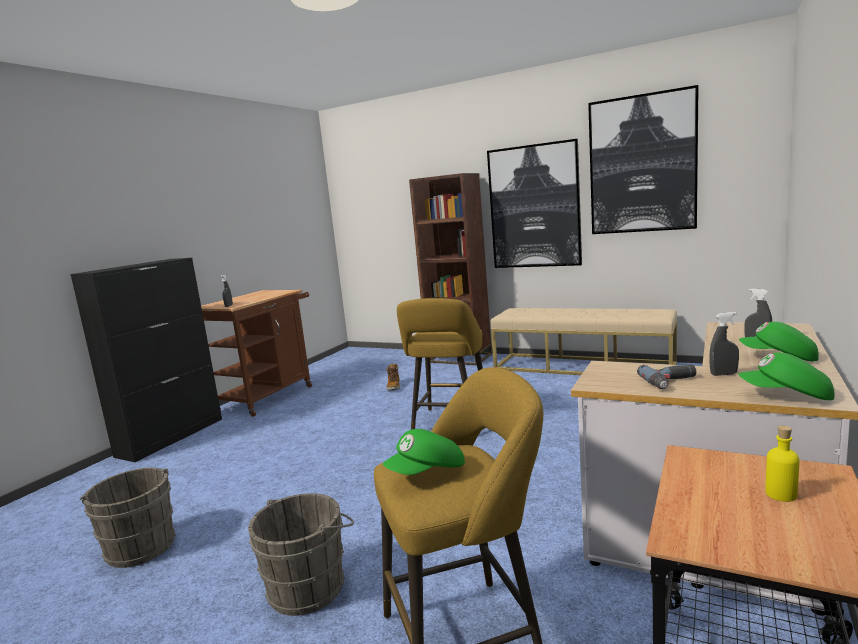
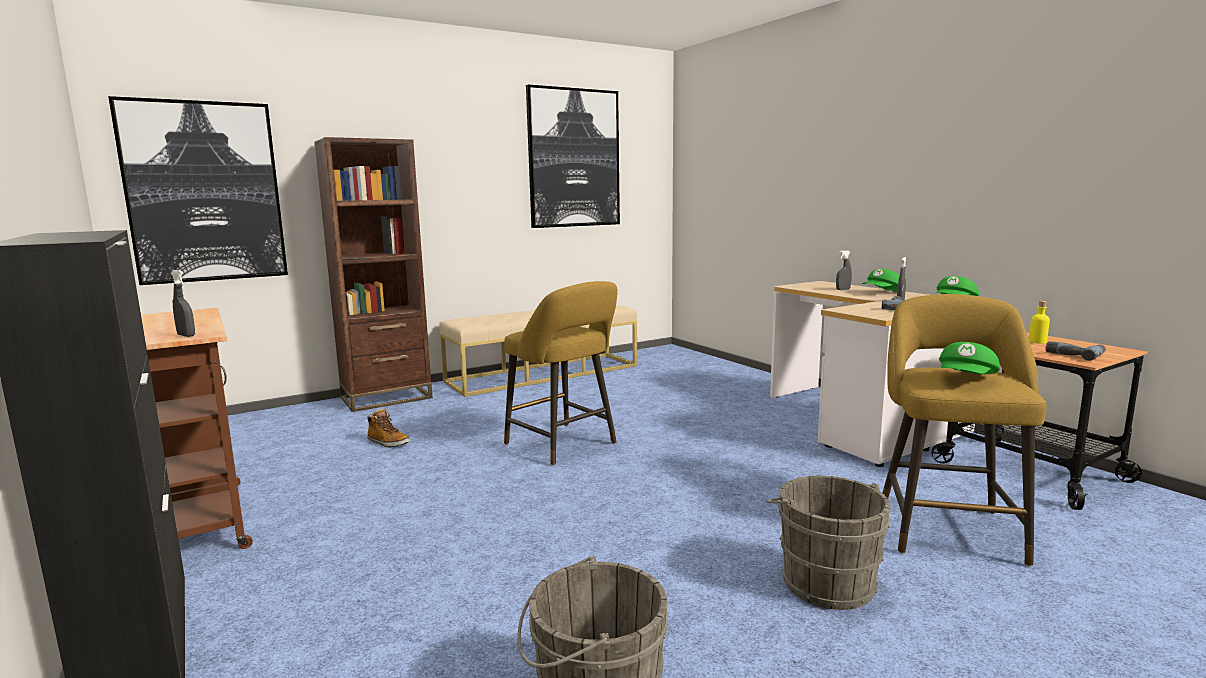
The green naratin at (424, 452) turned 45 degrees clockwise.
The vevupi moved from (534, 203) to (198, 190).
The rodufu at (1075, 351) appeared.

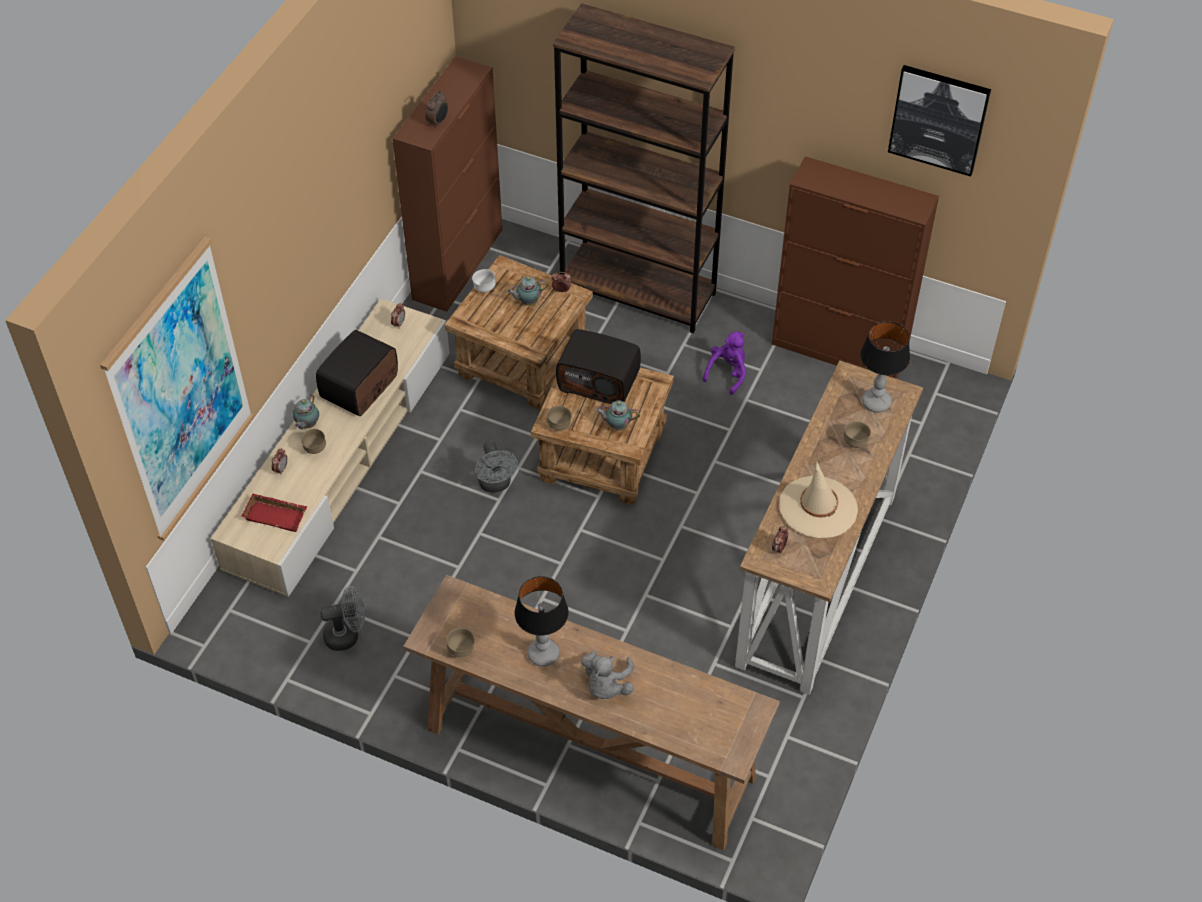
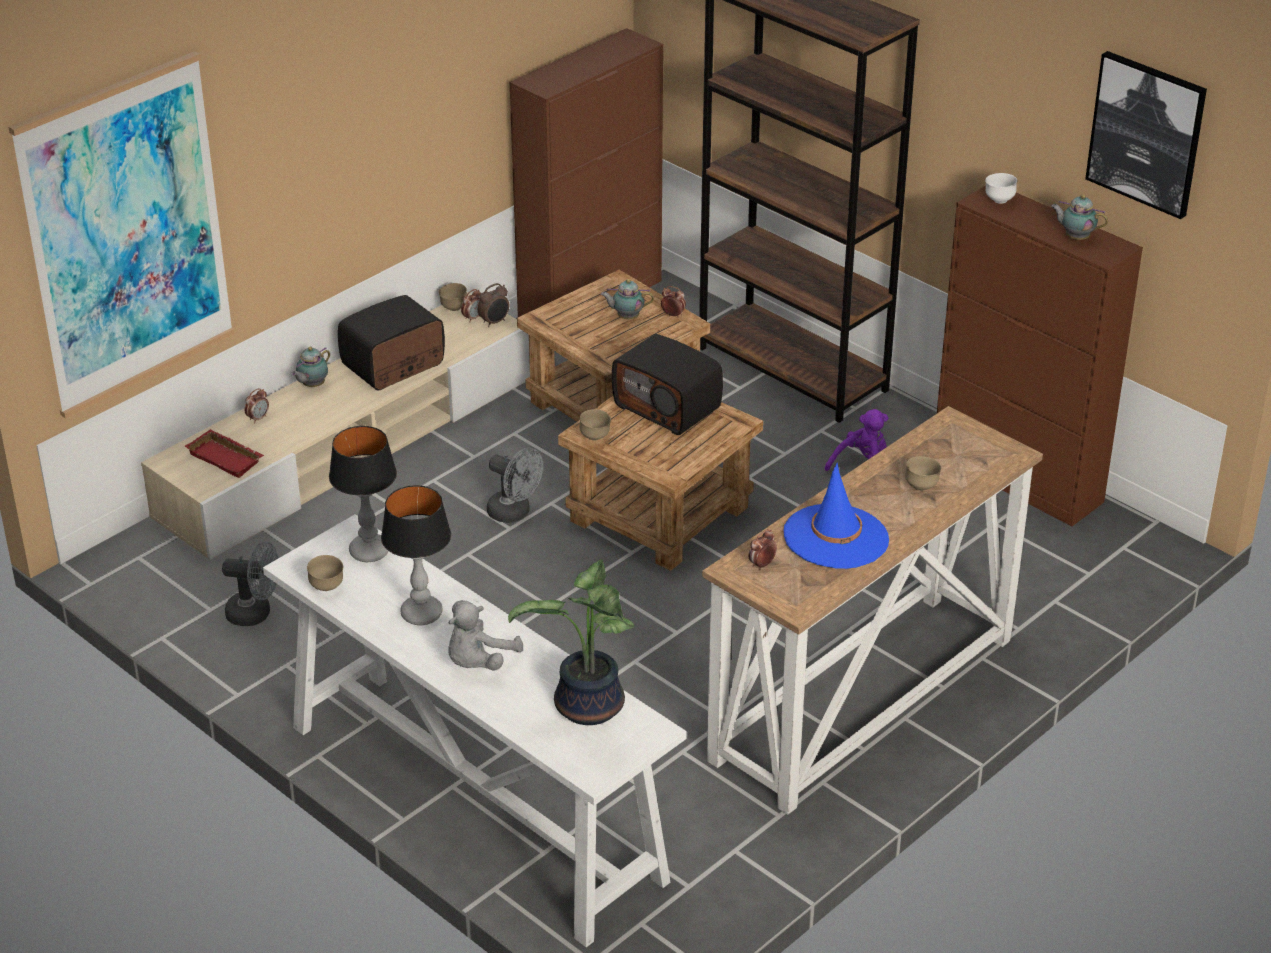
The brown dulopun moved from (313, 441) to (453, 297).
The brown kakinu at (591, 712) became the white kakinu at (475, 730).
The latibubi moved from (436, 109) to (493, 305).
The white dulopun moved from (484, 280) to (1001, 188).
The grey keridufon at (496, 467) turned 60 degrees counterclockwise.
The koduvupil moved from (618, 415) to (1079, 217).
The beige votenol at (818, 500) became the blue votenol at (836, 516).
The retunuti moved from (885, 367) to (363, 494).
The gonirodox at (571, 642) appeared.

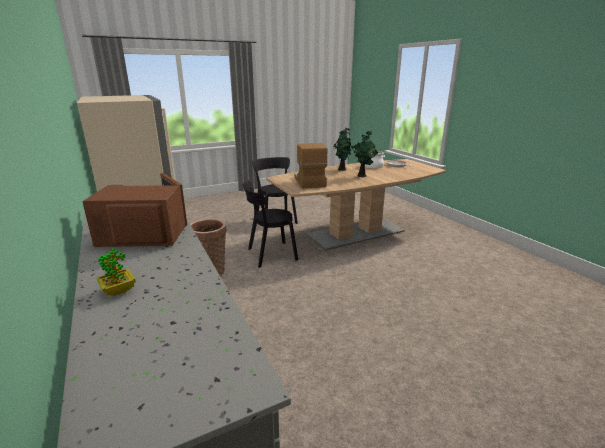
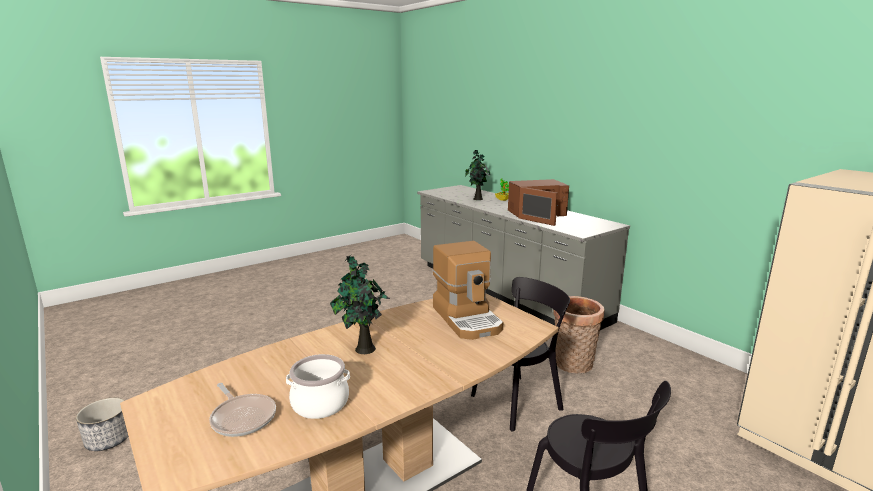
The gonirodox moved from (344, 149) to (477, 174).
The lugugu at (102, 424) appeared.

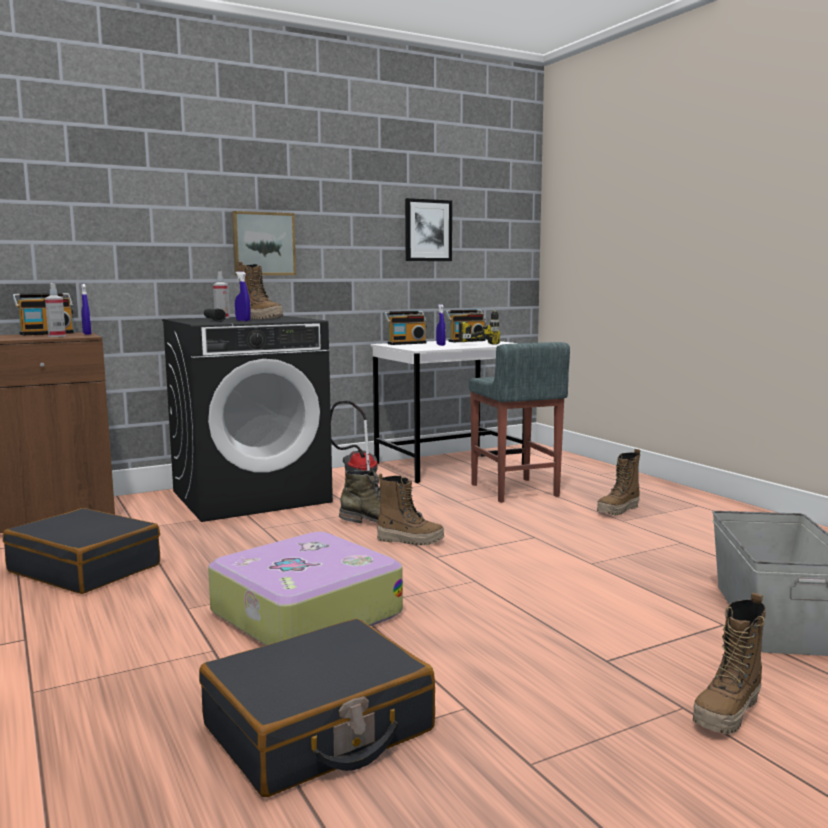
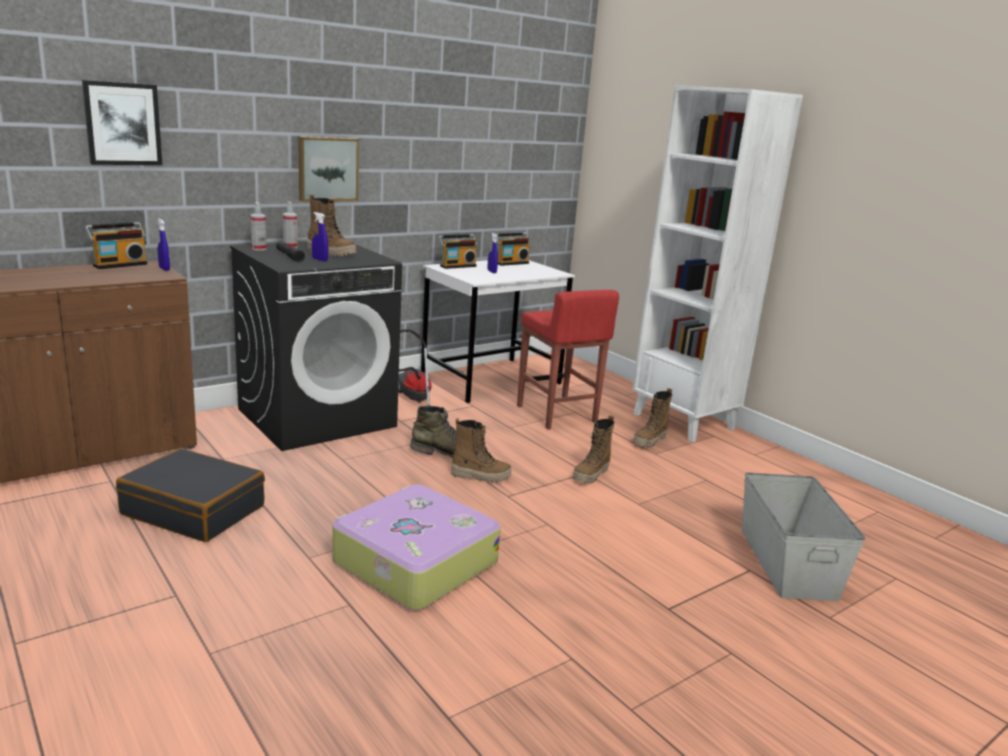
The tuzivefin moved from (55, 310) to (258, 226).
The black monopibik at (317, 708) disappeared.
The vevupi moved from (428, 229) to (122, 122).
The rodufu at (479, 326) disappeared.
The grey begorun at (519, 422) became the red begorun at (568, 360).
The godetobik moved from (729, 663) to (593, 449).
The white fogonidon at (718, 263) appeared.

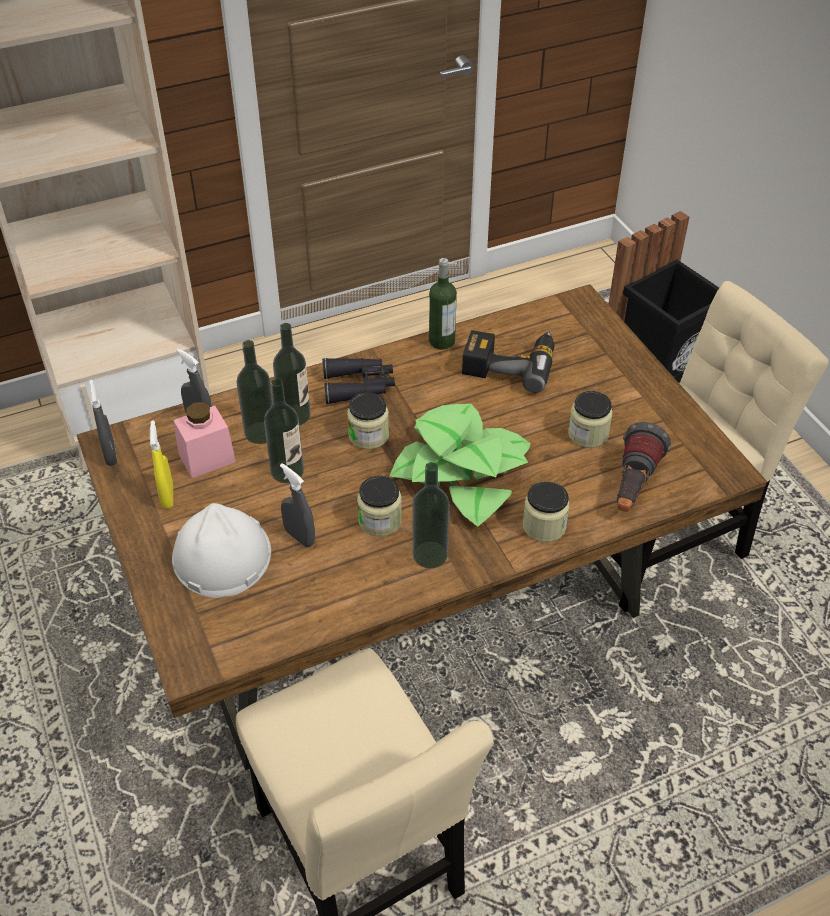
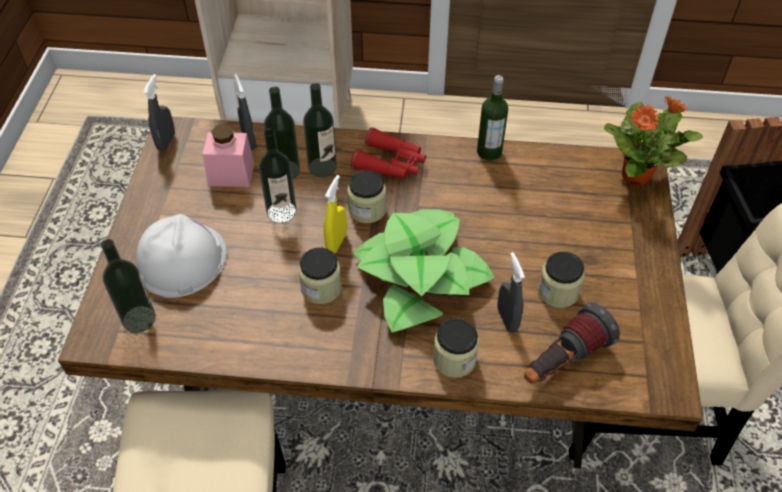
The yellow tuzivefin moved from (161, 464) to (335, 214).
The grey tuzivefin moved from (297, 505) to (511, 292).
The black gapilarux at (358, 381) became the red gapilarux at (388, 153).
The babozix moved from (431, 515) to (128, 286).
The rodufu at (508, 361) disappeared.
The gonirodox at (653, 140) appeared.

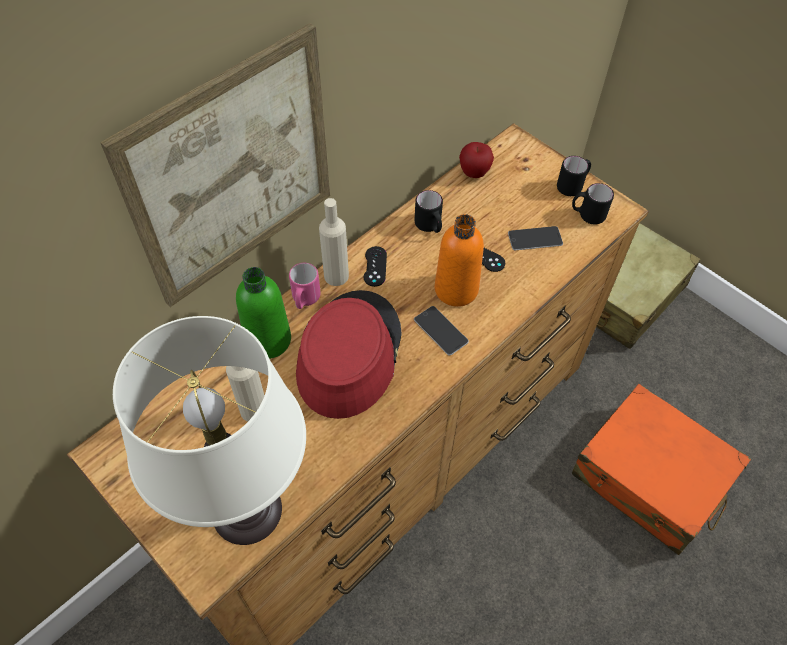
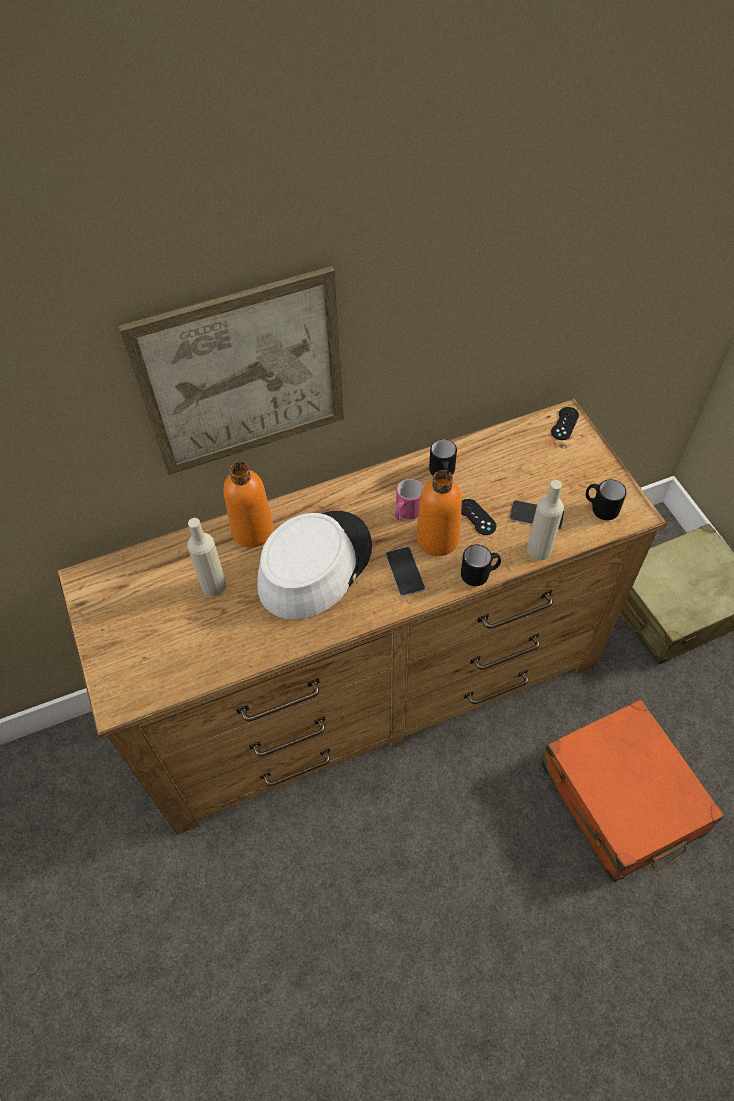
The white retunuti at (209, 430) disappeared.
The green babozix at (263, 313) became the orange babozix at (248, 504).
The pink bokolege moved from (305, 286) to (409, 499).
The red votenol at (349, 354) became the white votenol at (314, 565).
The beige babozix moved from (334, 242) to (545, 520).
The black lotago moved from (375, 266) to (565, 423).
The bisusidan at (476, 160) disappeared.
The black bokolege moved from (574, 176) to (481, 565).

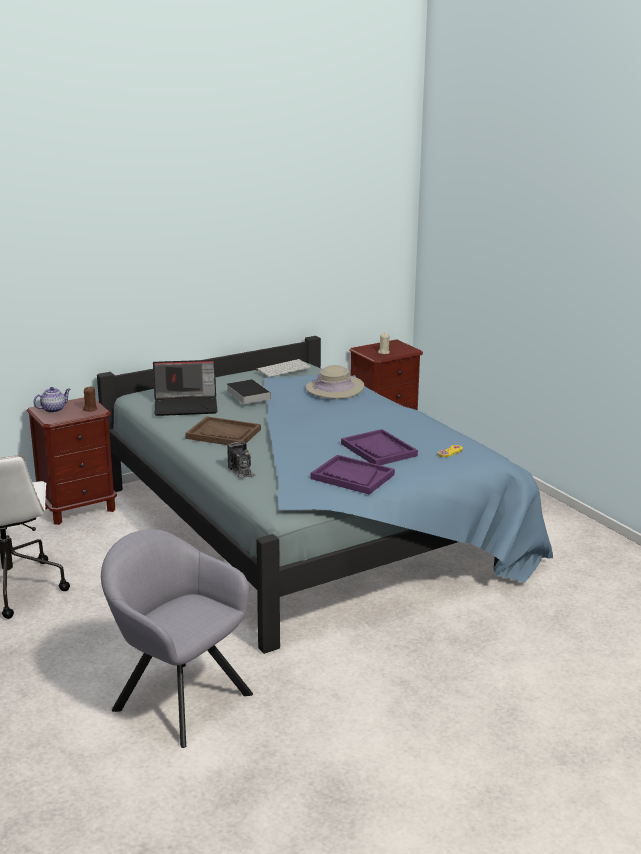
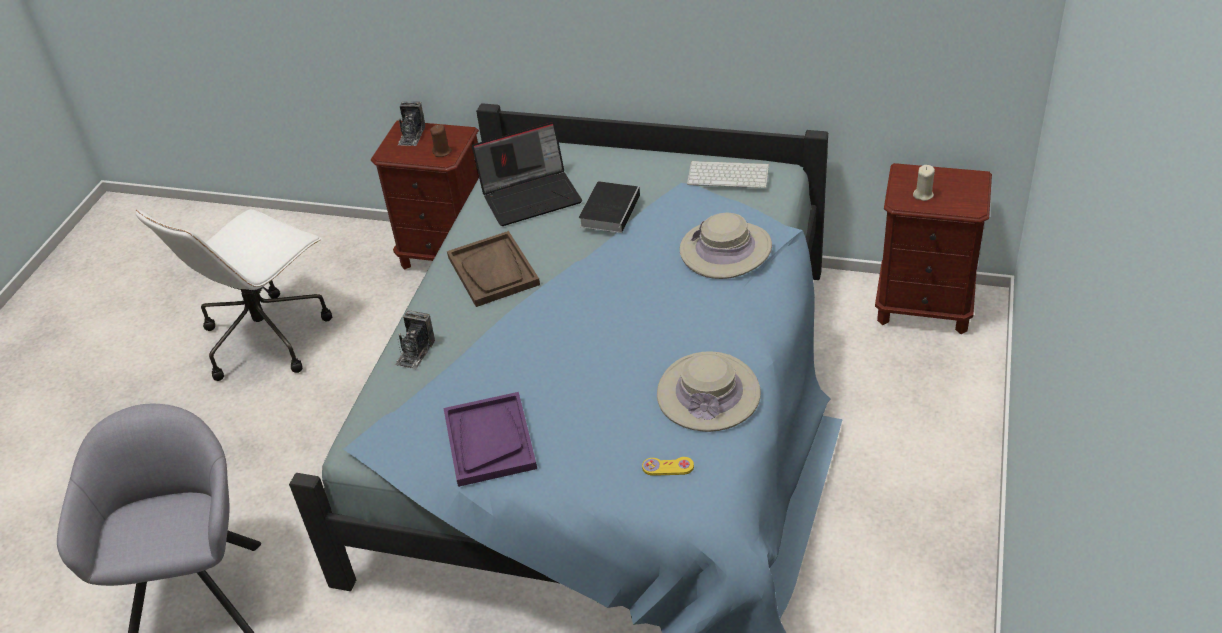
The koduvupil at (51, 400) was replaced by the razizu at (412, 123).
The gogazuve at (185, 388) turned 60 degrees counterclockwise.
The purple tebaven at (379, 447) disappeared.
The beige votenol at (709, 391) appeared.

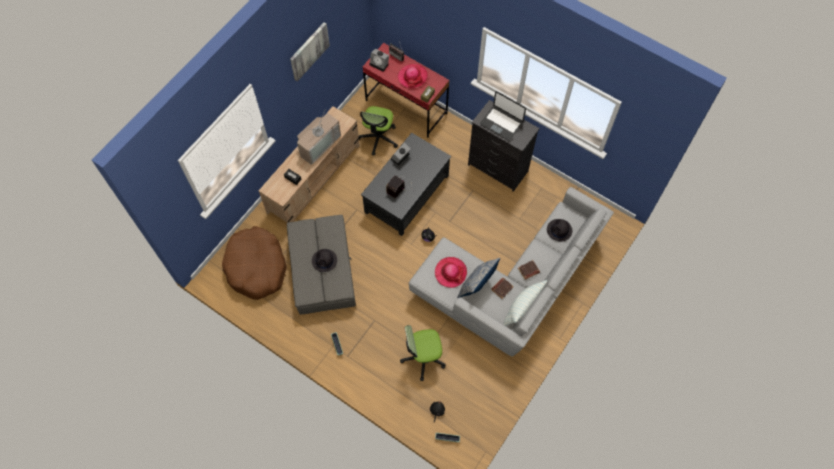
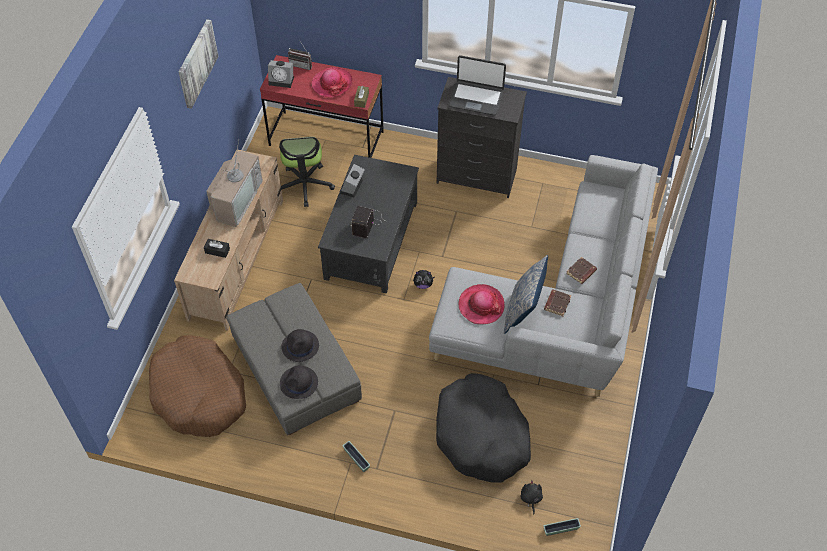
The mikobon at (423, 353) was replaced by the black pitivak at (483, 428).
The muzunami at (525, 303) disappeared.
The black votenol moved from (559, 230) to (299, 382).

